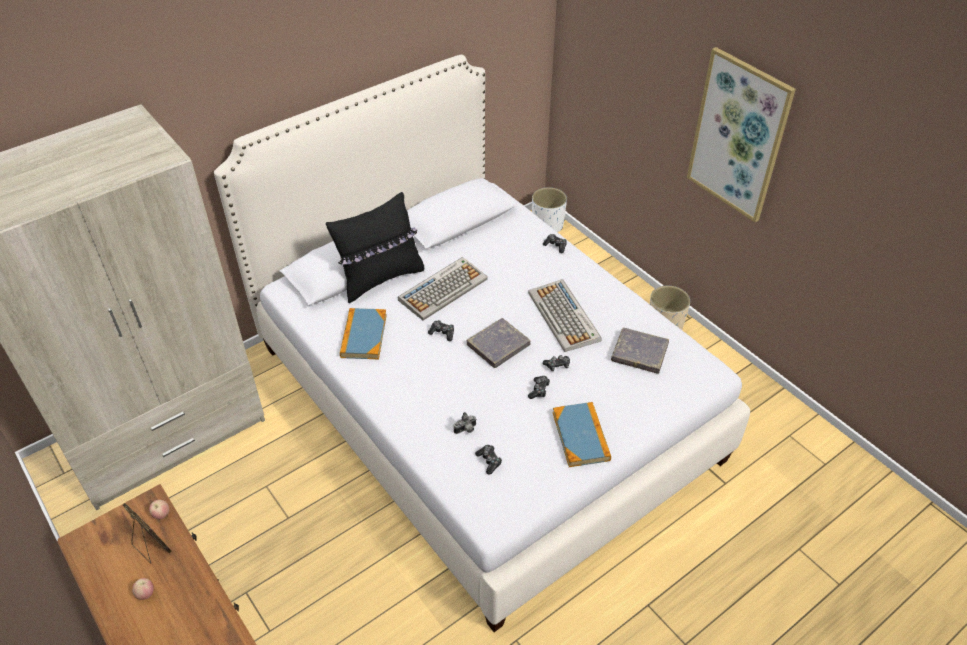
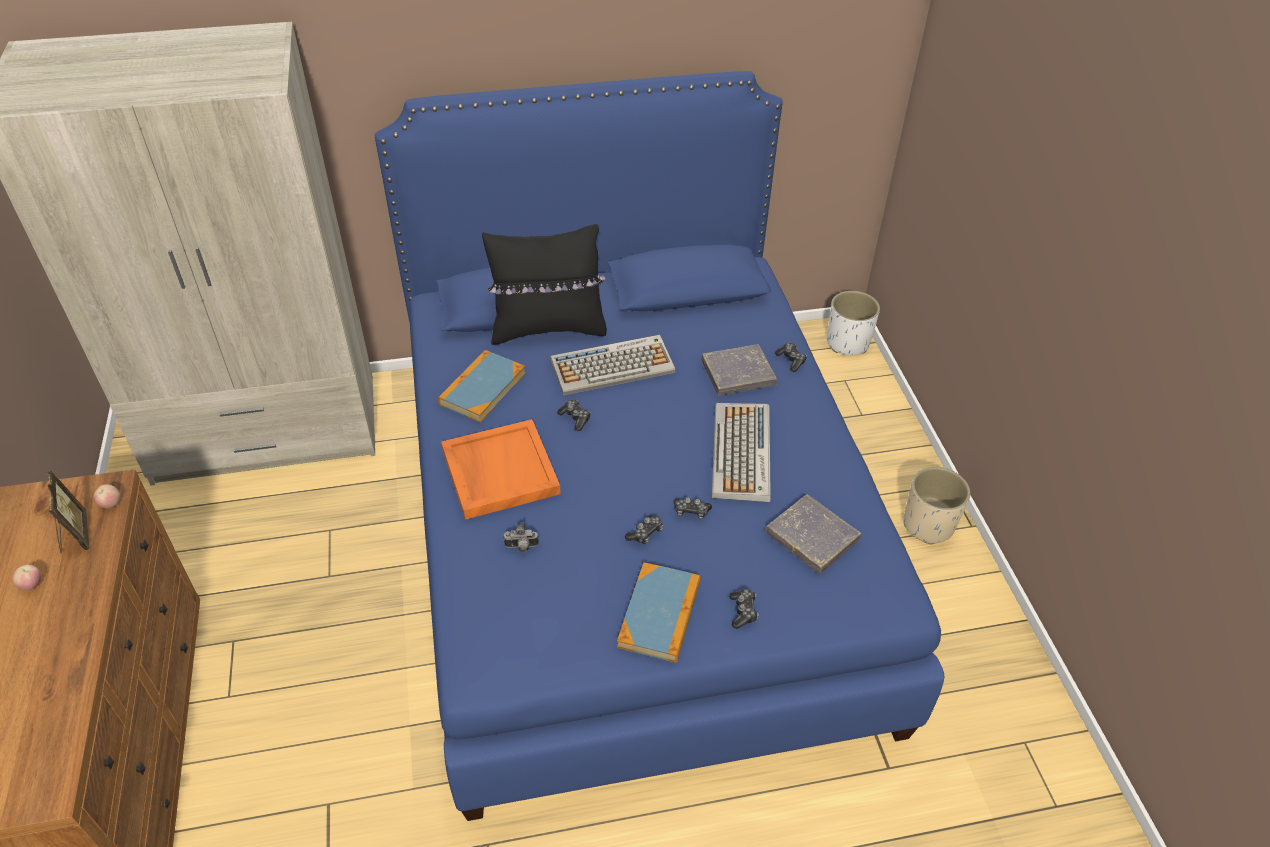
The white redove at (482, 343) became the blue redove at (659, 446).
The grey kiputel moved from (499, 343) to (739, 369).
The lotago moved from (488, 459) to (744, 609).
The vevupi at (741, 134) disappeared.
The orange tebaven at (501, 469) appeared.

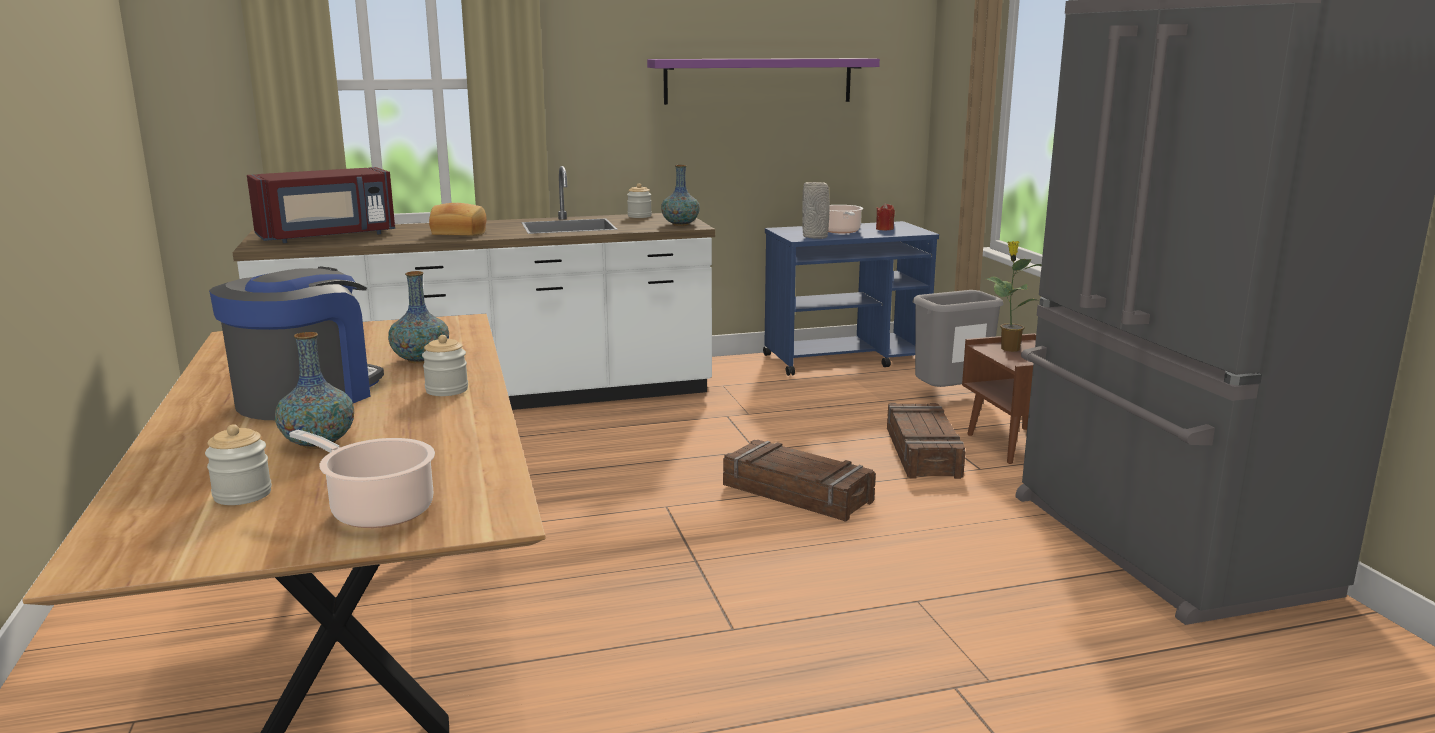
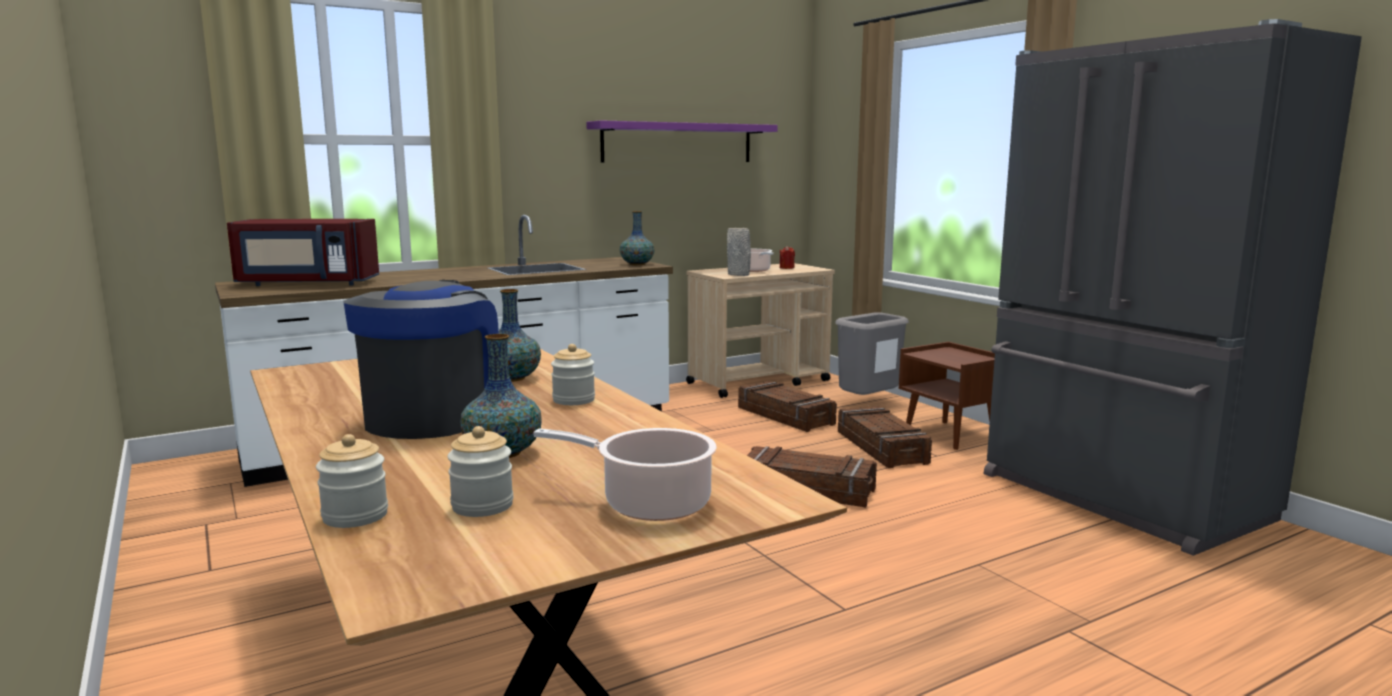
The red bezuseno at (321, 205) turned 45 degrees clockwise.
The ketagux at (458, 219) disappeared.
The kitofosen moved from (639, 200) to (352, 481).
The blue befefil at (851, 298) became the beige befefil at (760, 330).
The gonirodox at (1014, 296) disappeared.
The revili at (787, 406) appeared.

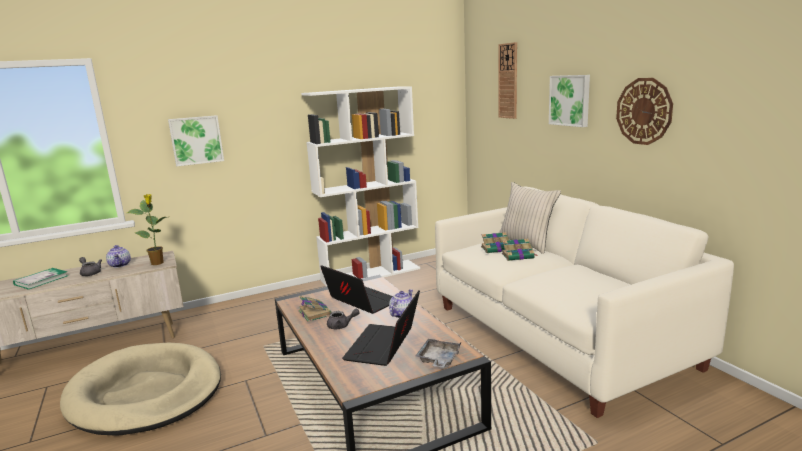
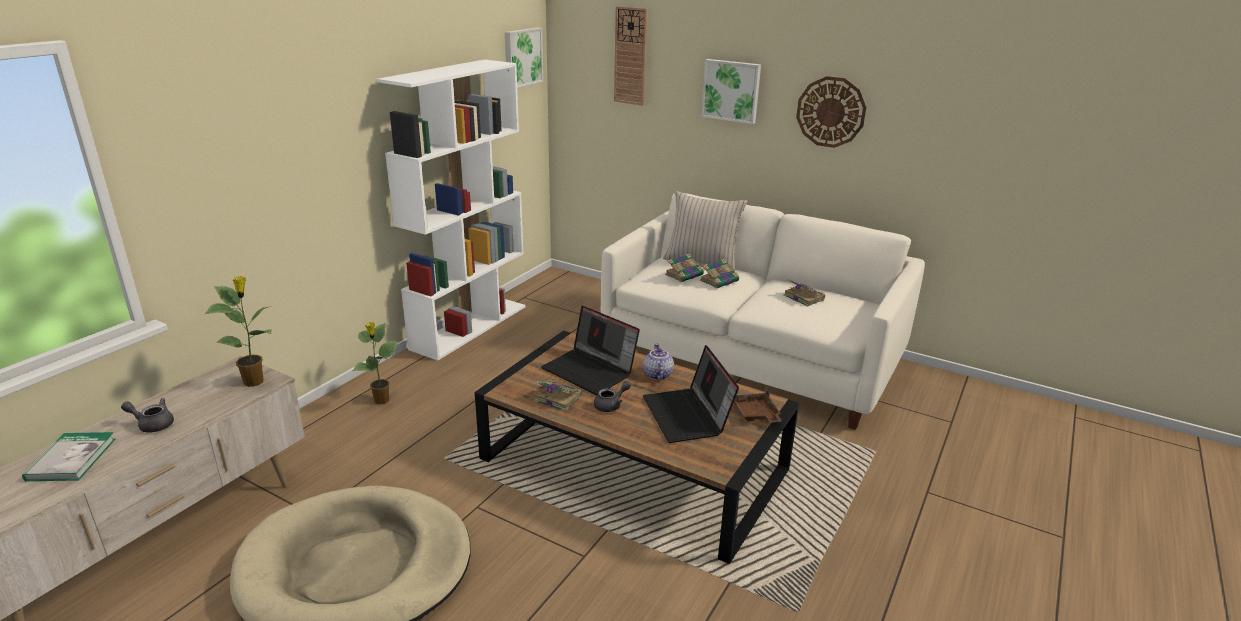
The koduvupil at (118, 256) disappeared.
The vevupi moved from (196, 140) to (524, 58).
The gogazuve at (356, 289) turned 150 degrees counterclockwise.
The grey tebaven at (438, 353) became the brown tebaven at (758, 406).
The gonirodox at (374, 363) appeared.
The kiputel at (804, 293) appeared.

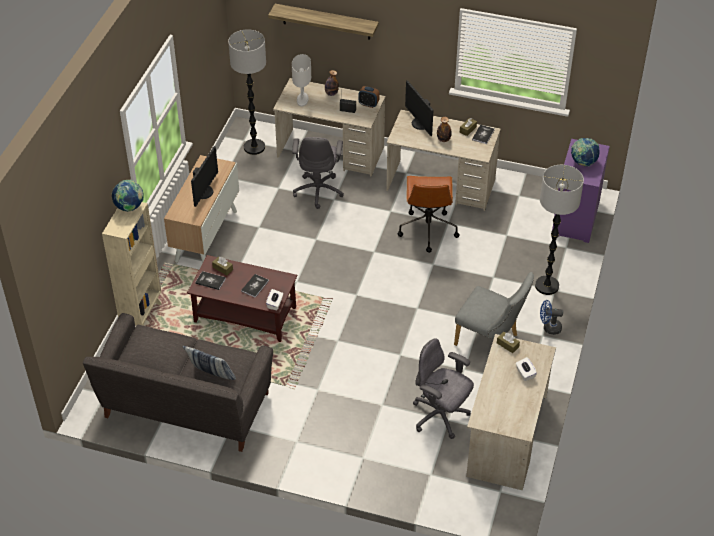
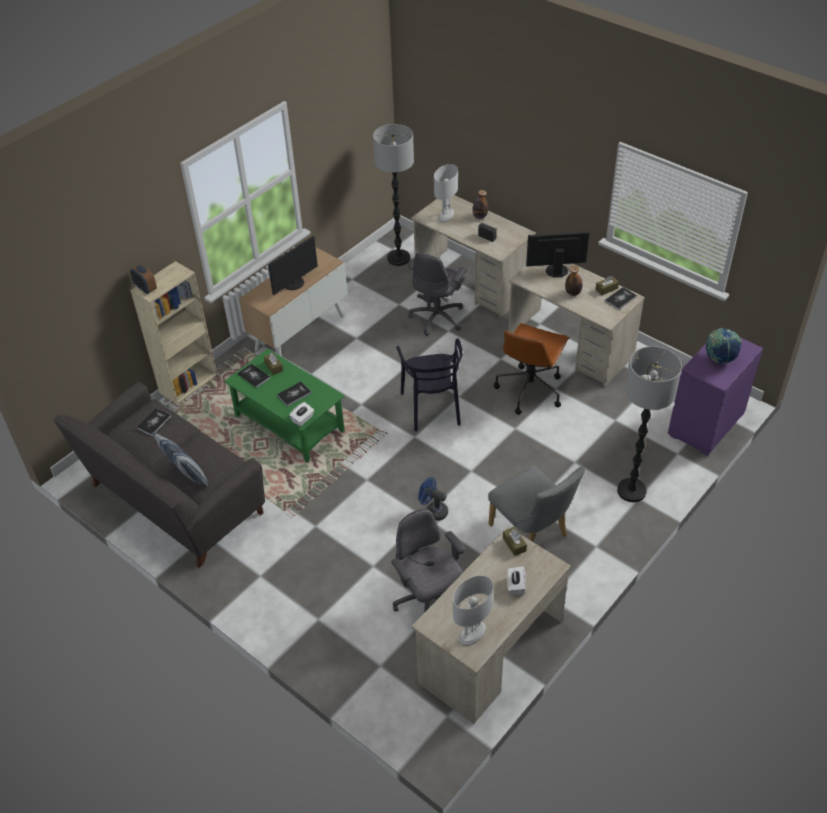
The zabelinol at (128, 196) disappeared.
The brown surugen at (242, 298) became the green surugen at (284, 406).
The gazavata at (323, 22) disappeared.
The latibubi moved from (369, 97) to (143, 279).
The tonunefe at (419, 108) turned 90 degrees clockwise.
The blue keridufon moved from (551, 317) to (433, 499).
The kiputel at (154, 422) appeared.
The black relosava at (429, 384) appeared.
The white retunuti at (473, 610) appeared.

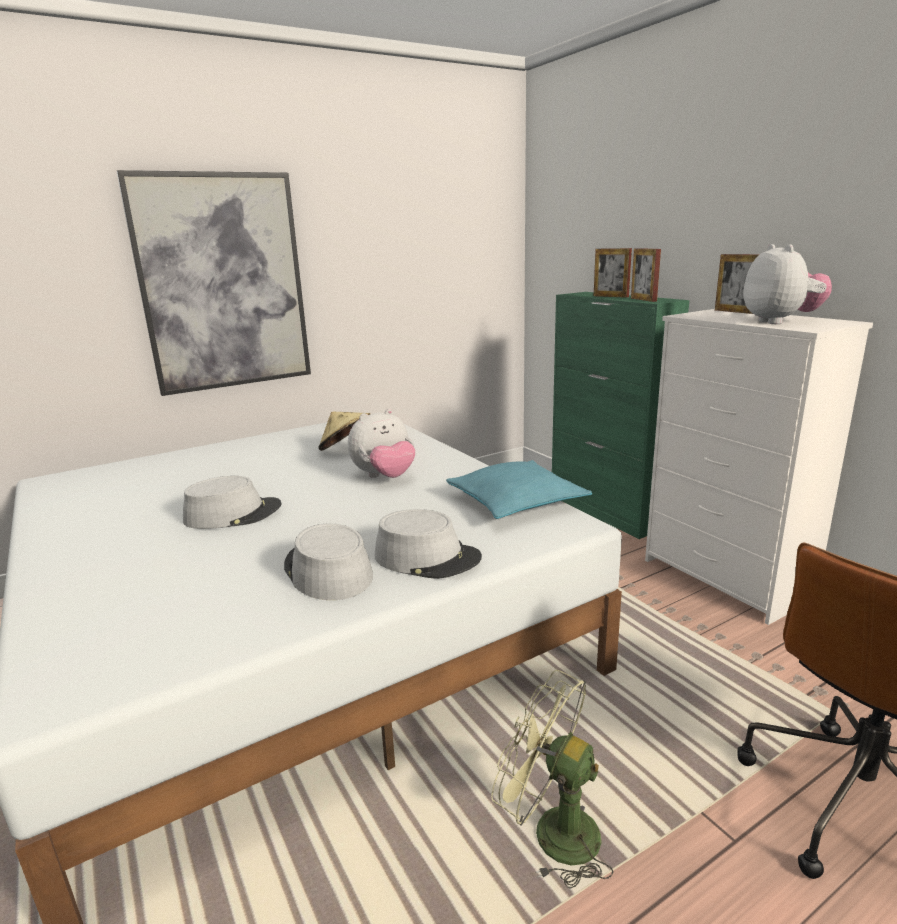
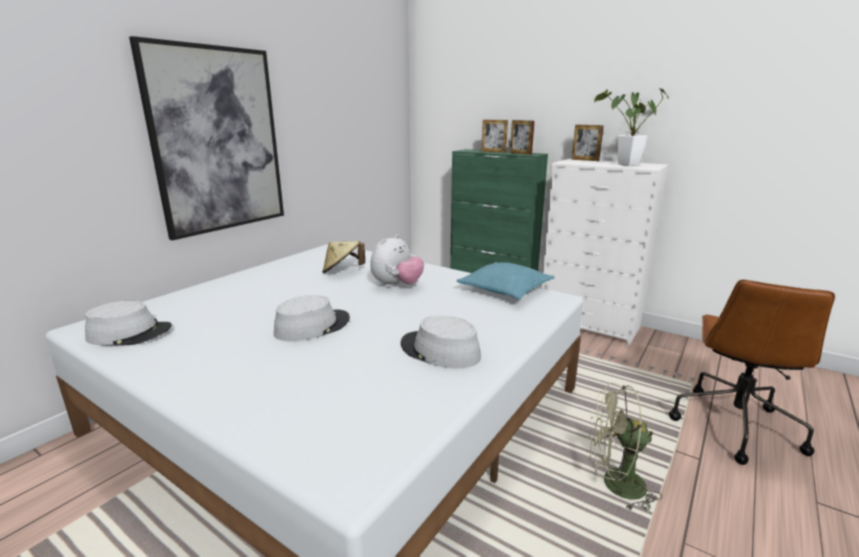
The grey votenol moved from (428, 544) to (128, 323).
The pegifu at (787, 284) was replaced by the gonirodox at (631, 127).

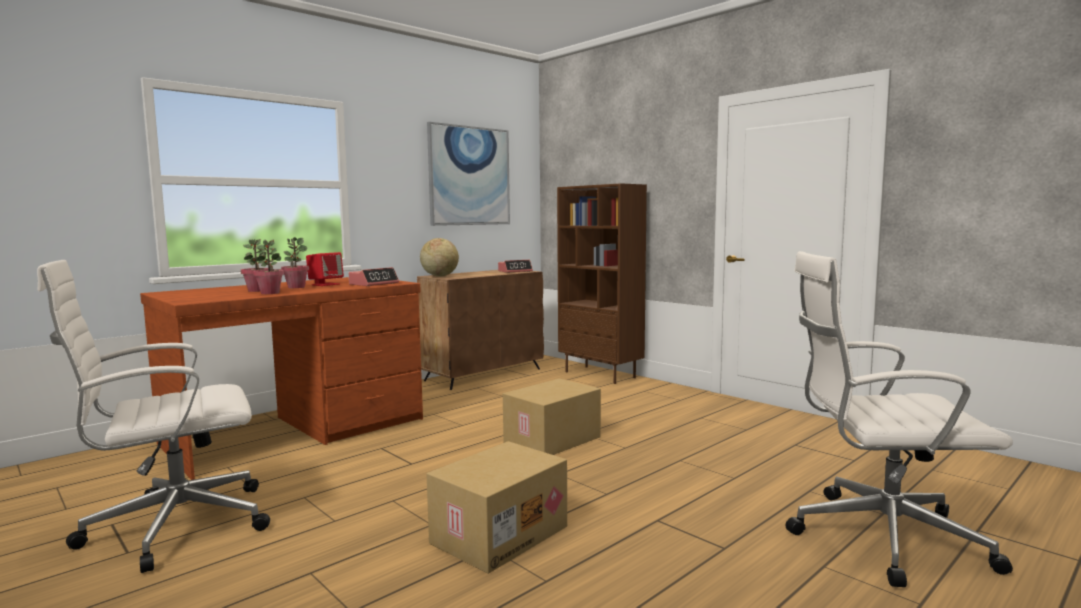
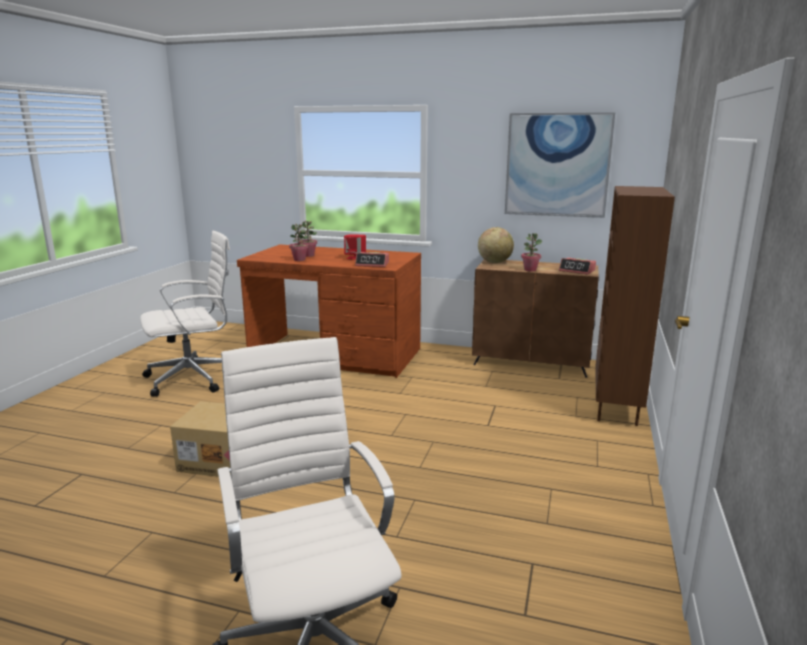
The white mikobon at (153, 416) turned 120 degrees clockwise.
The gonirodox moved from (295, 262) to (531, 252).
The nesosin at (552, 416) disappeared.

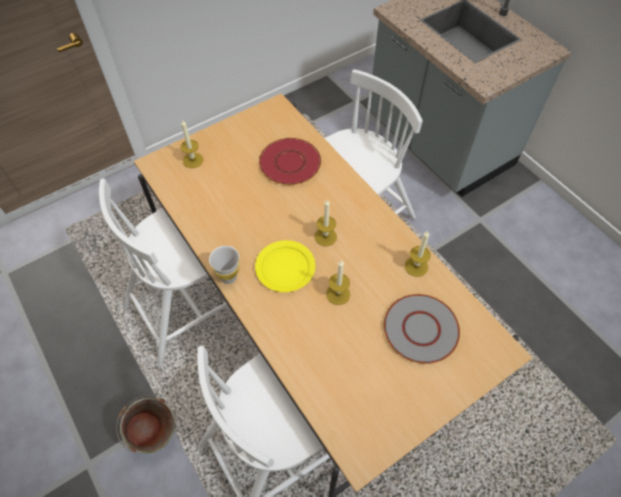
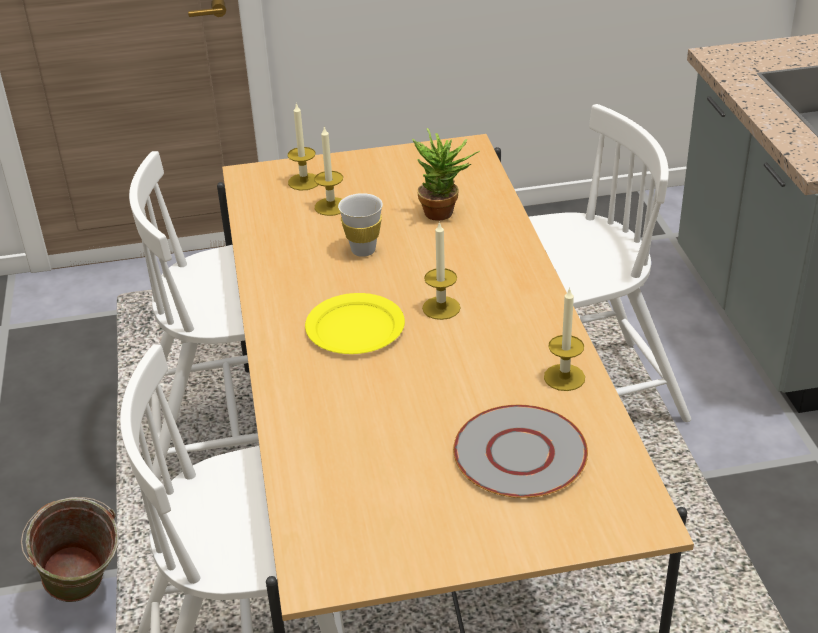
The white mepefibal moved from (224, 265) to (360, 225).
The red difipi at (290, 161) was replaced by the gonirodox at (446, 174).
The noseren moved from (338, 282) to (328, 171).

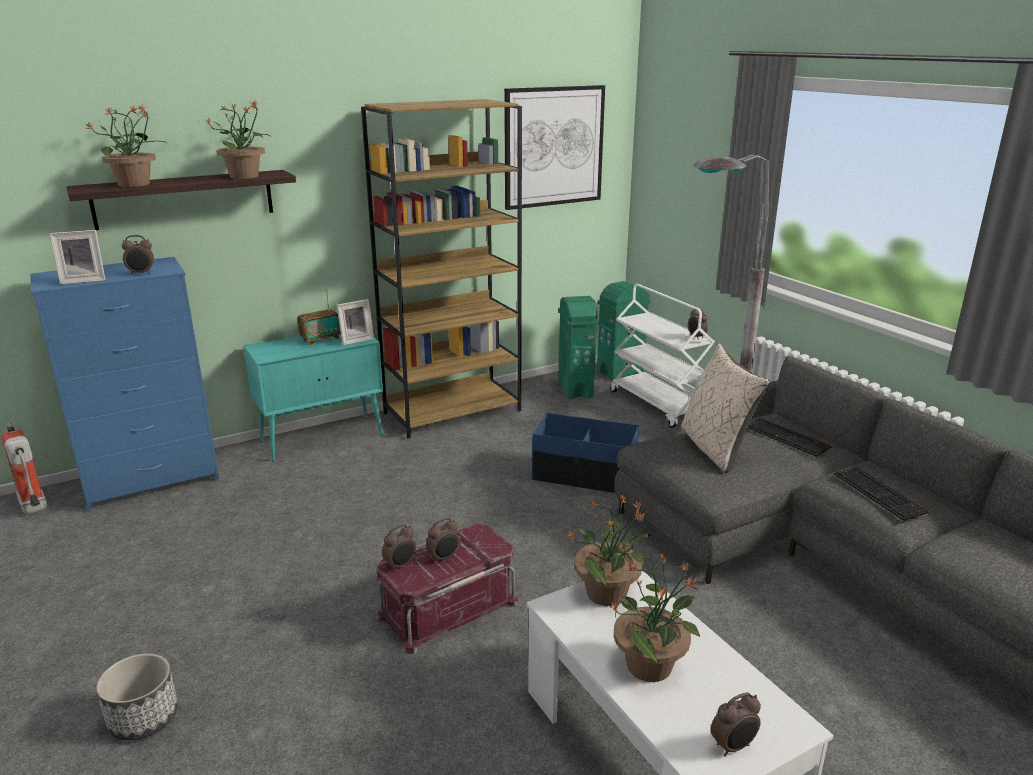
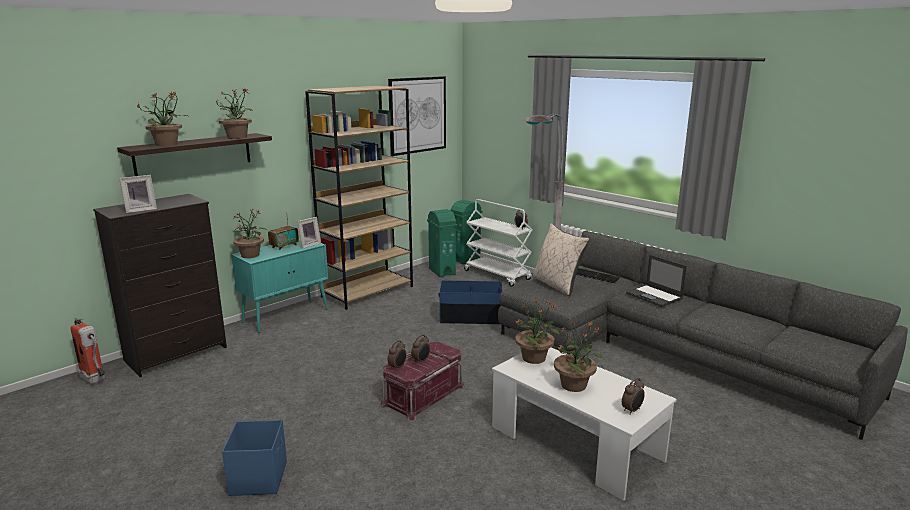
The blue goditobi at (125, 384) became the black goditobi at (160, 285).
The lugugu at (137, 697) was replaced by the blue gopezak at (254, 458).
The latibubi at (138, 255) disappeared.
The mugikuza at (881, 494) was replaced by the gogazuve at (656, 281).
The gonirodox at (250, 233) appeared.

